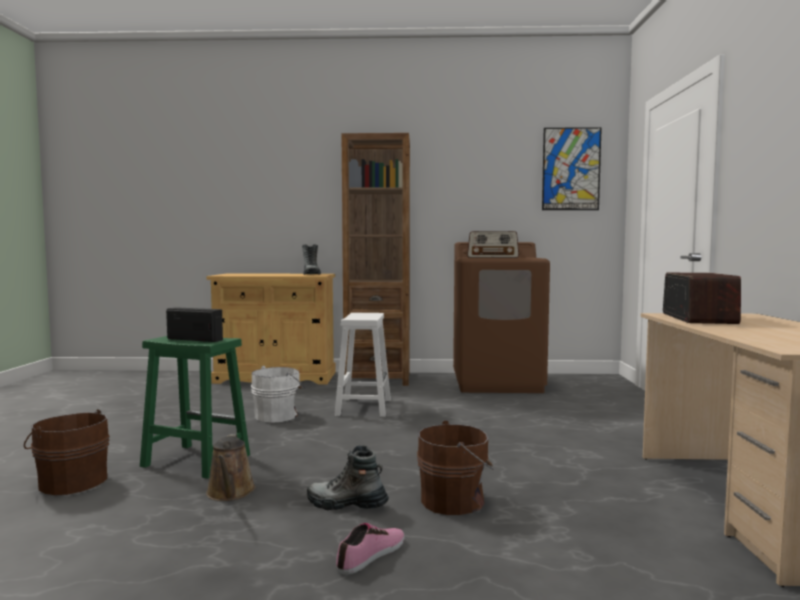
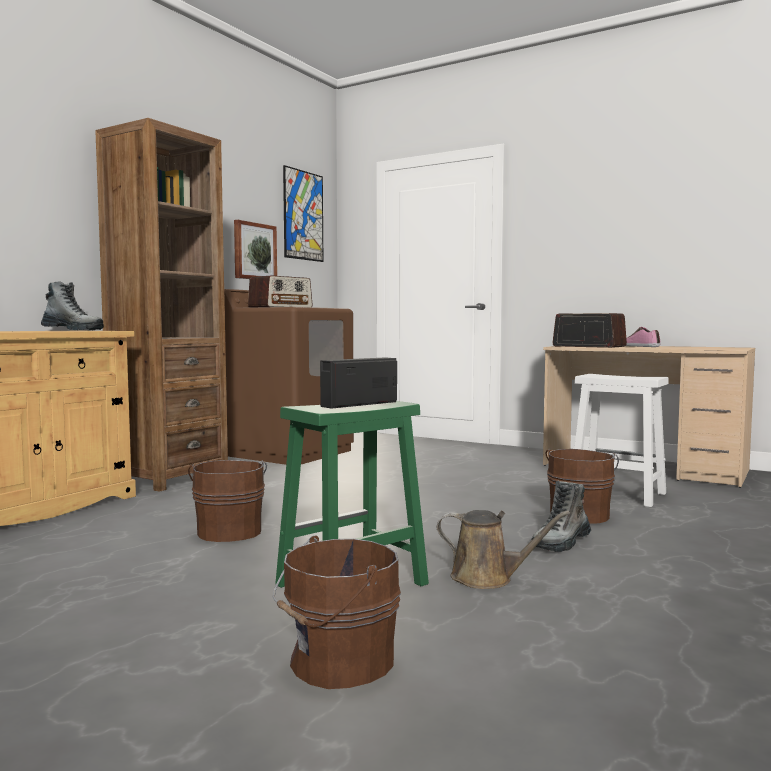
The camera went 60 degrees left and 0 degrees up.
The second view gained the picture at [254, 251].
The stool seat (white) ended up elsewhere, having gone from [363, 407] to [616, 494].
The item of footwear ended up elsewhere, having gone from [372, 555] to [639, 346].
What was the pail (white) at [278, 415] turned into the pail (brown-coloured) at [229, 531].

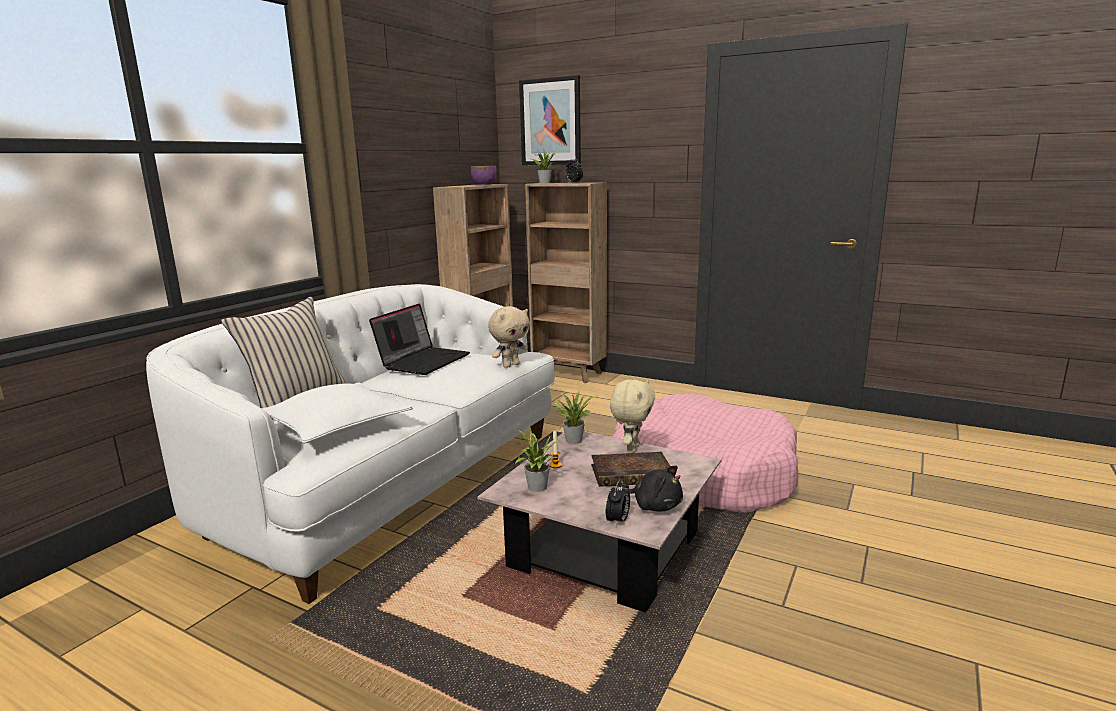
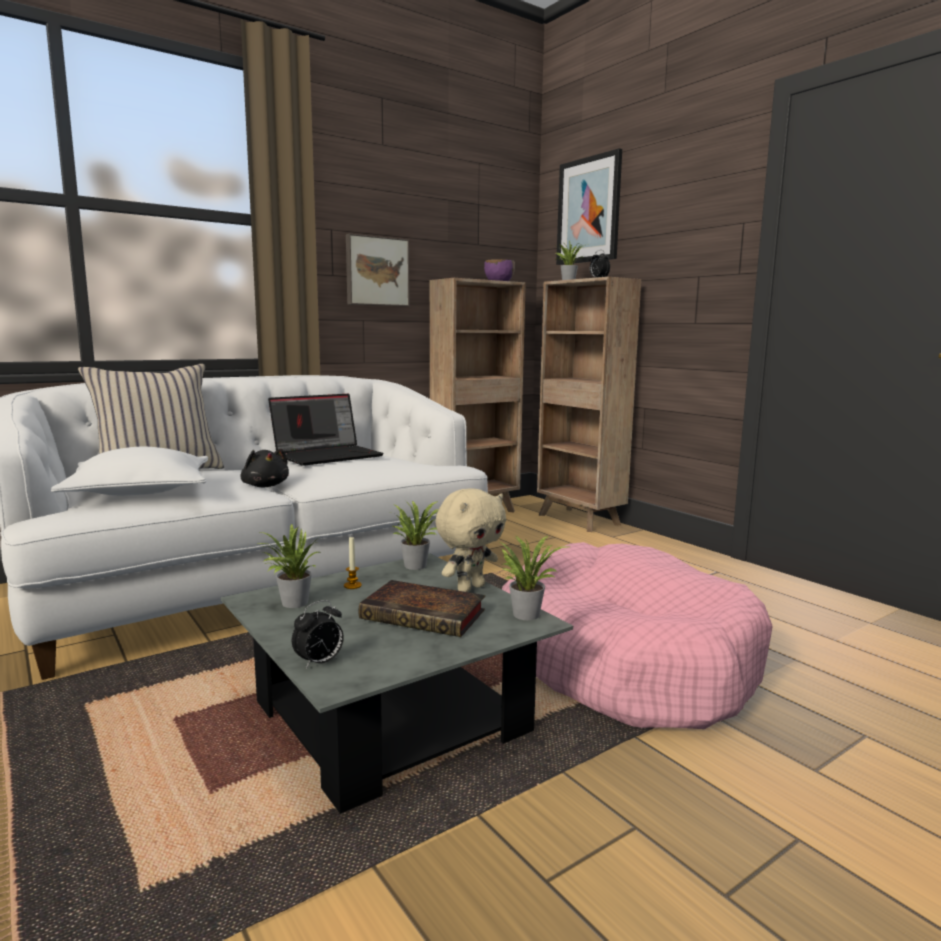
The camera went 25 degrees right and 5 degrees down.
The second view lost the plush toy (sand-coloured) at [510, 365].
The second view gained the picture at [376, 271].
The second view gained the houseplant at [526, 613].
The plush toy (blackish) ended up elsewhere, having gone from [655, 506] to [265, 486].
What was the coffee table (pinkish) at [605, 549] turned into the coffee table (gray) at [390, 717].

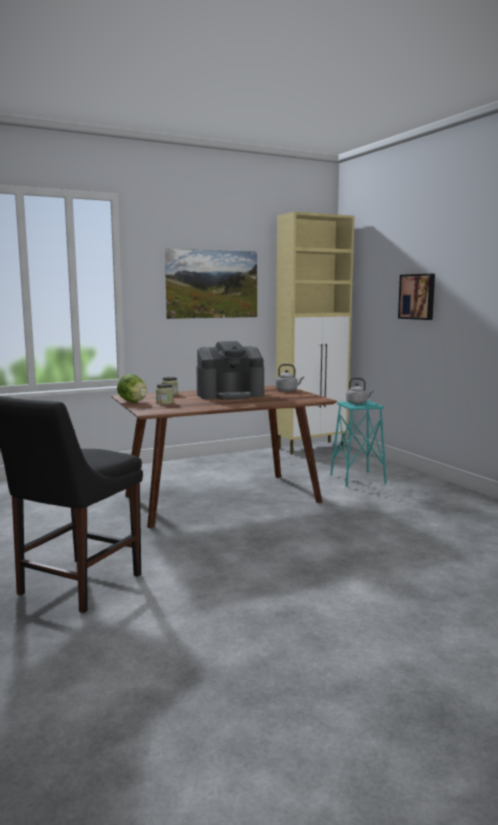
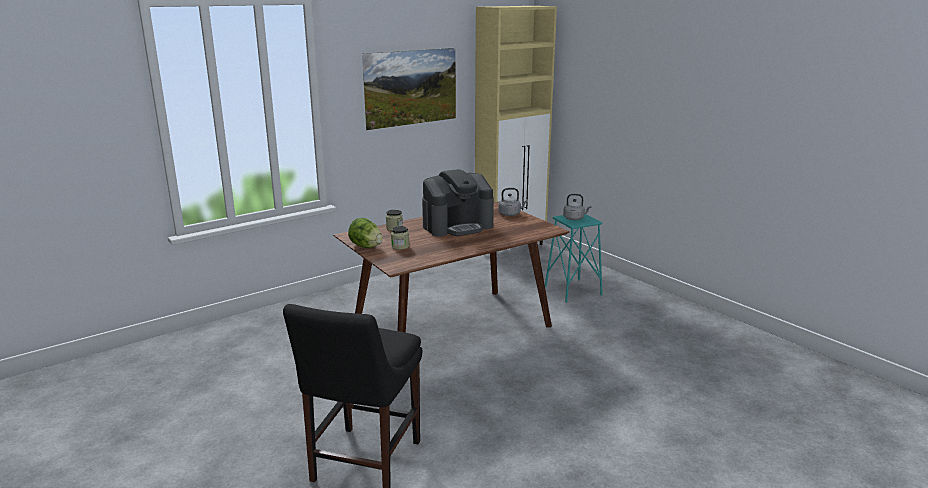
The camera went 10 degrees left and 10 degrees up.
The second view lost the picture at [417, 296].

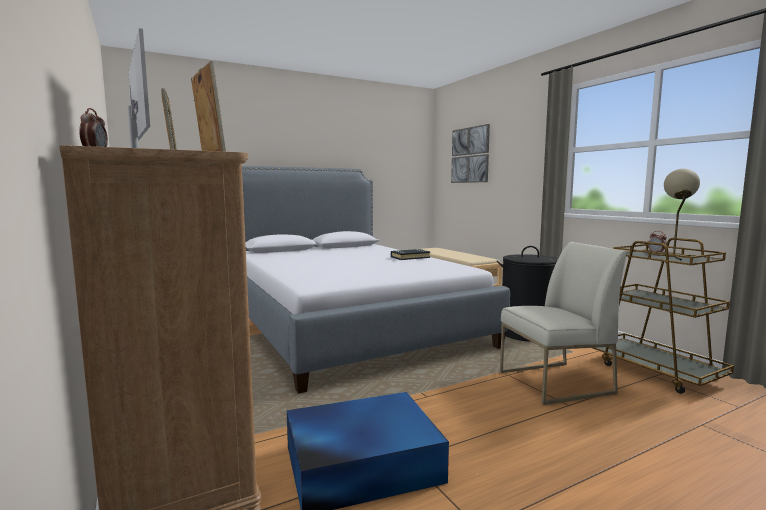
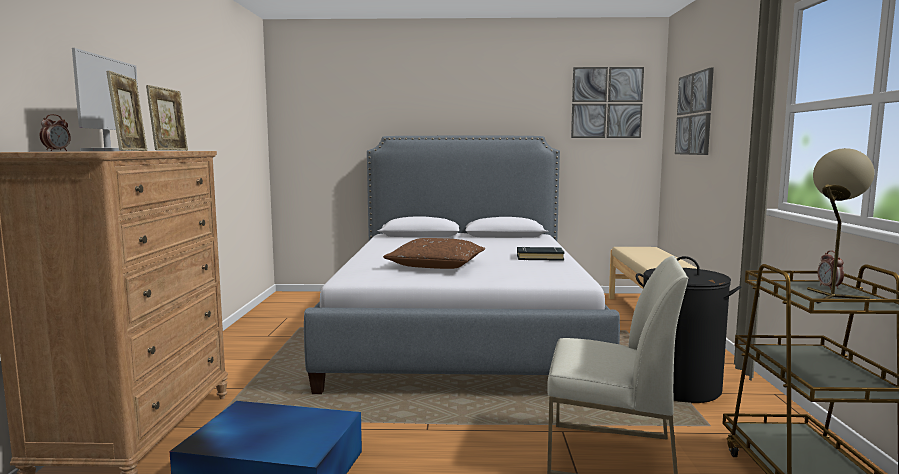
The camera went 30 degrees right and 0 degrees up.
The second view gained the throw pillow (brown-coloured) at [436, 265].
The second view gained the picture at [606, 103].

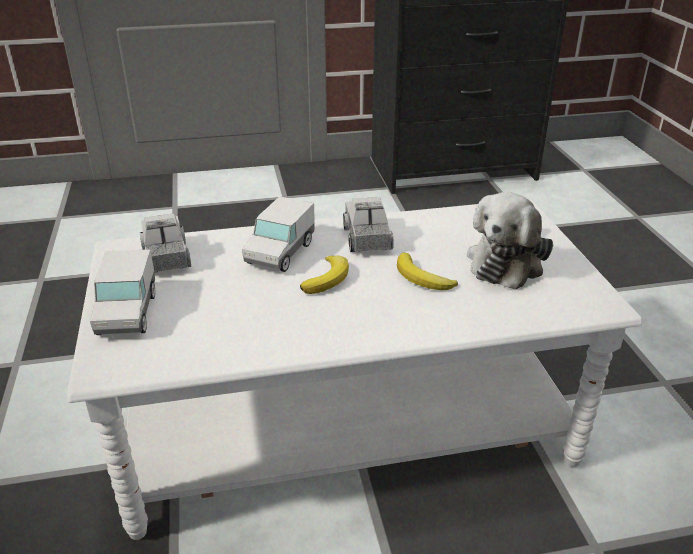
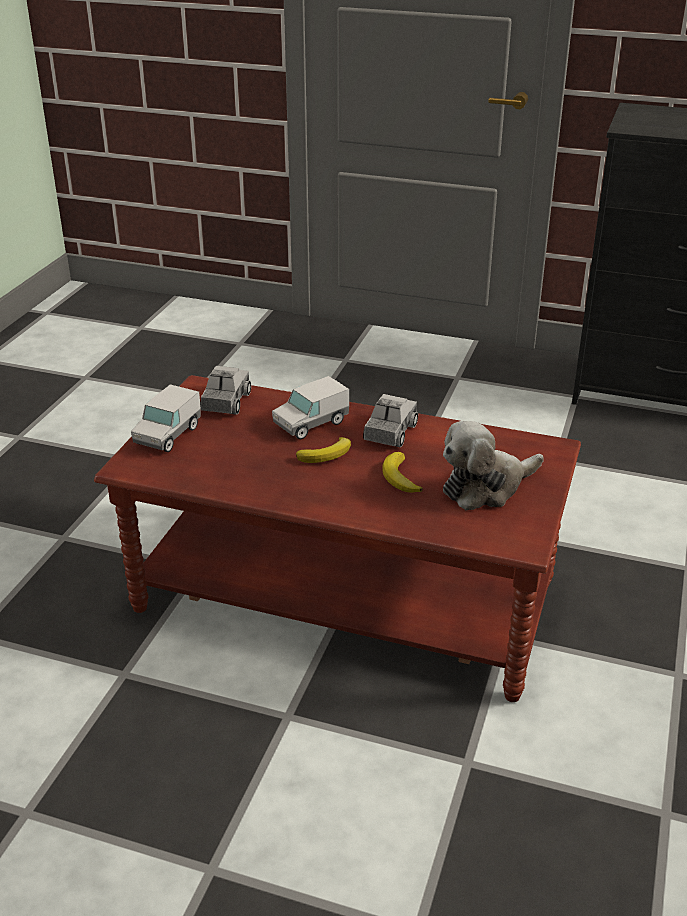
The camera went 30 degrees right and 0 degrees up.
What was the coffee table (white) at [348, 426] turned into the coffee table (brown-coloured) at [344, 597].

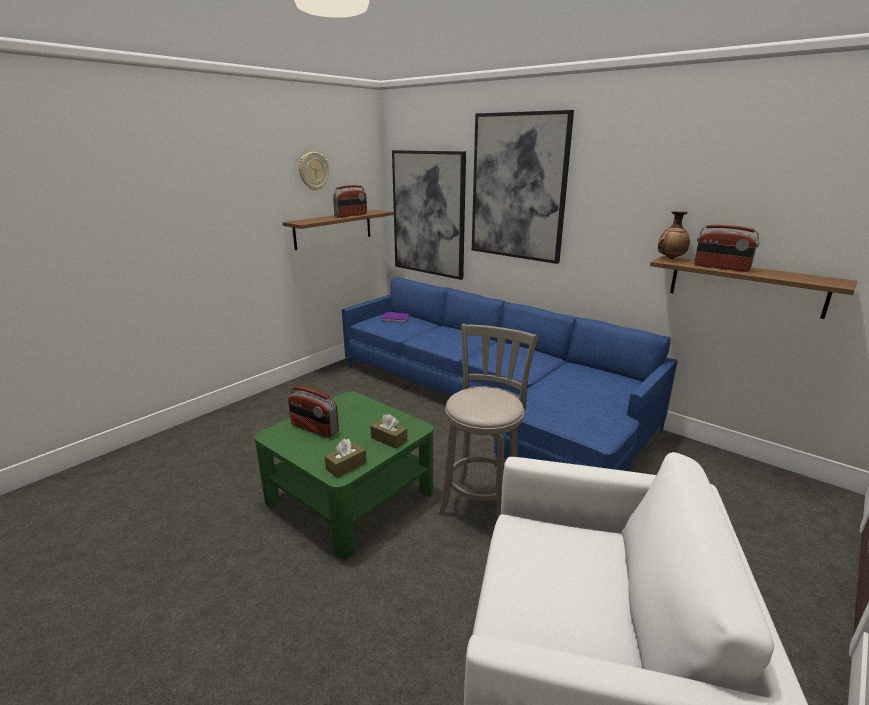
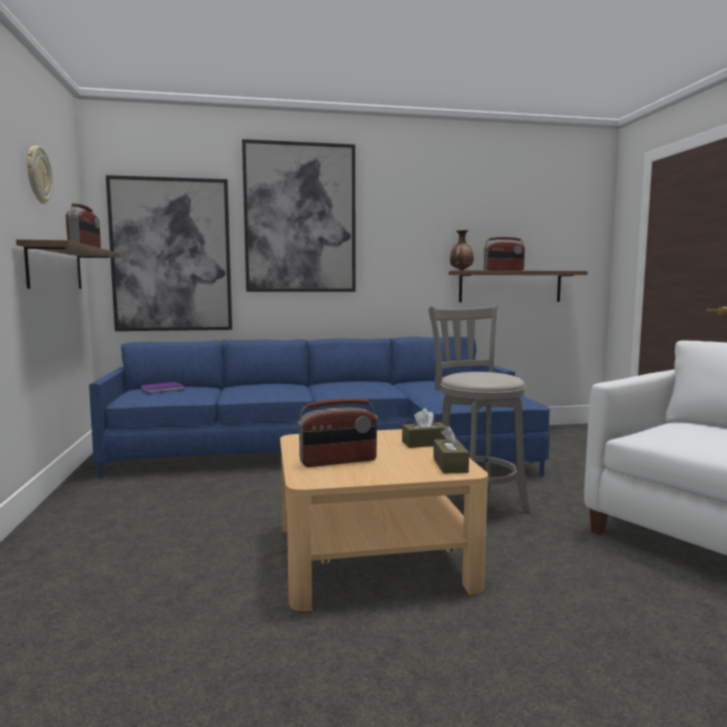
The camera went 50 degrees left and 15 degrees down.
What was the coffee table (greenish) at [351, 495] turned into the coffee table (sand-coloured) at [373, 554].

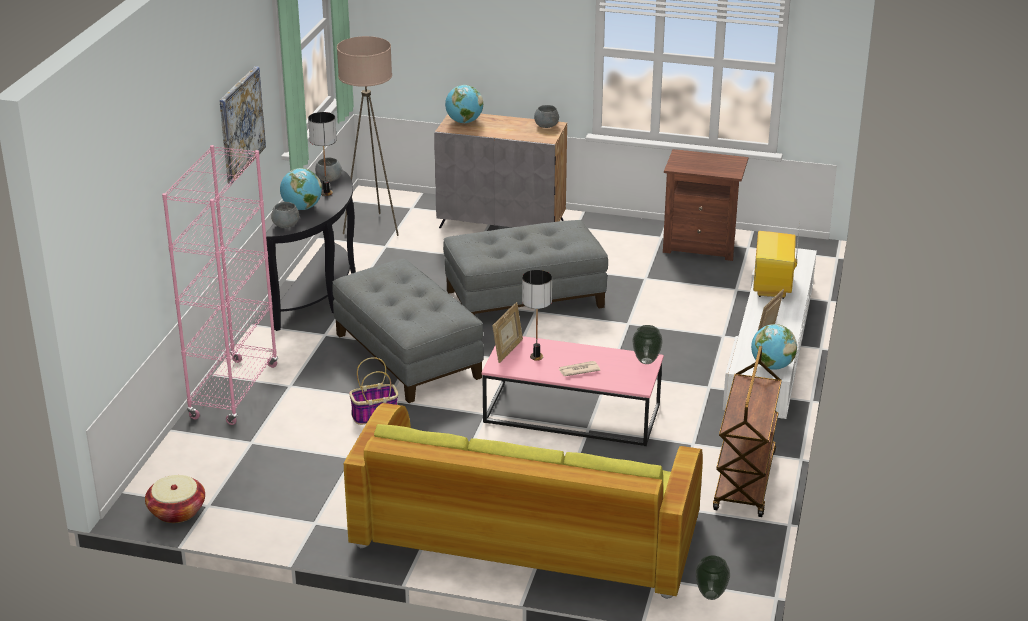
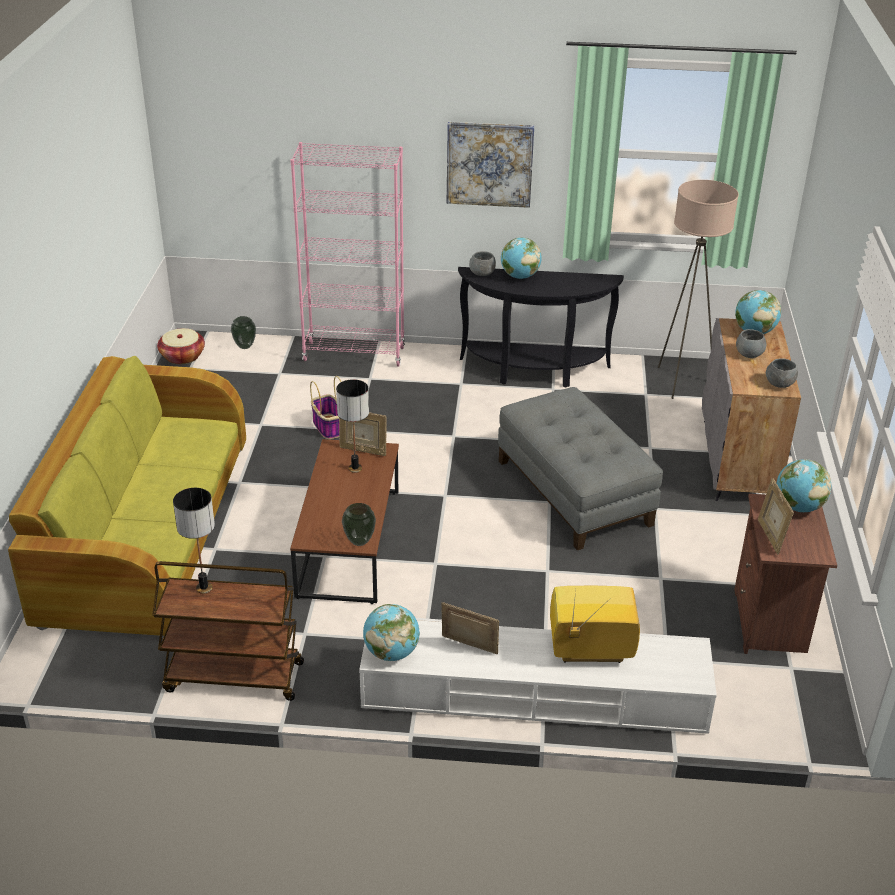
The camera went 80 degrees right and 5 degrees up.
The second view lost the ottoman (gray) at [406, 356].
The second view lost the daily paper at [578, 370].
The second view gained the picture frame at [770, 537].
The second view gained the desk globe at [798, 507].
The table lamp ended up elsewhere, having gone from [326, 193] to [204, 588].
The serving bowl (gray) ended up elsewhere, having gone from [329, 179] to [749, 354].
The decorative vase ended up elsewhere, having gone from [711, 595] to [245, 346].
What was the coffee table (pinkish) at [572, 414] turned into the coffee table (brown-coloured) at [349, 543].

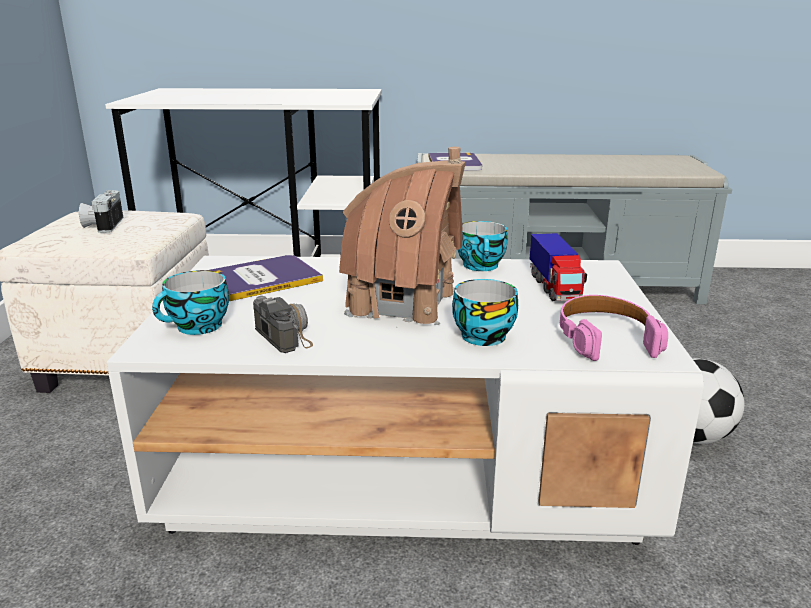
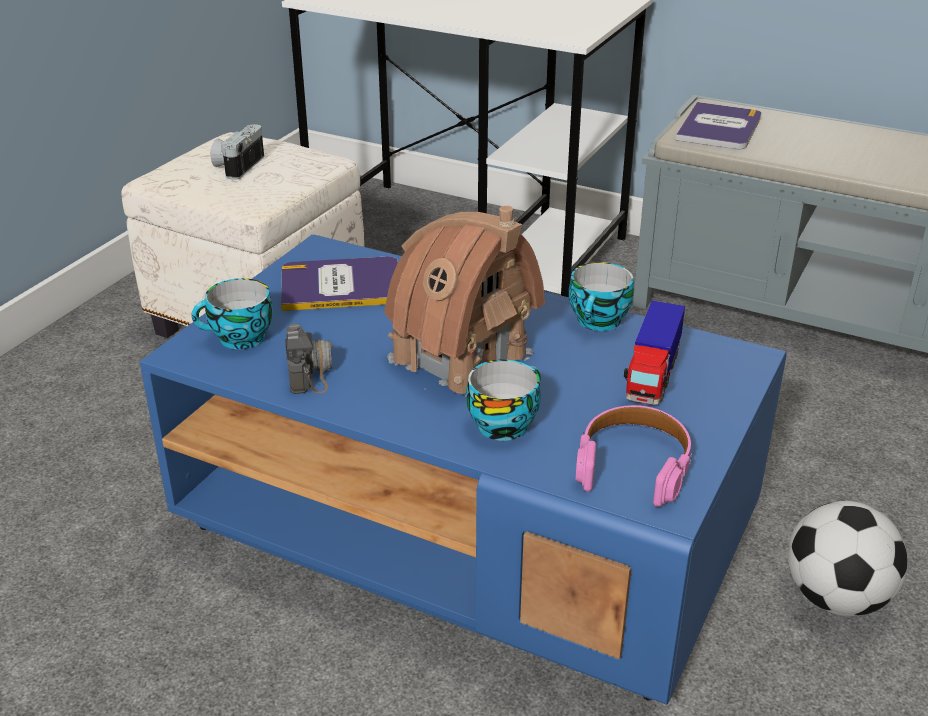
The camera went 25 degrees right and 10 degrees up.
What was the coffee table (white) at [407, 464] turned into the coffee table (blue) at [467, 528].

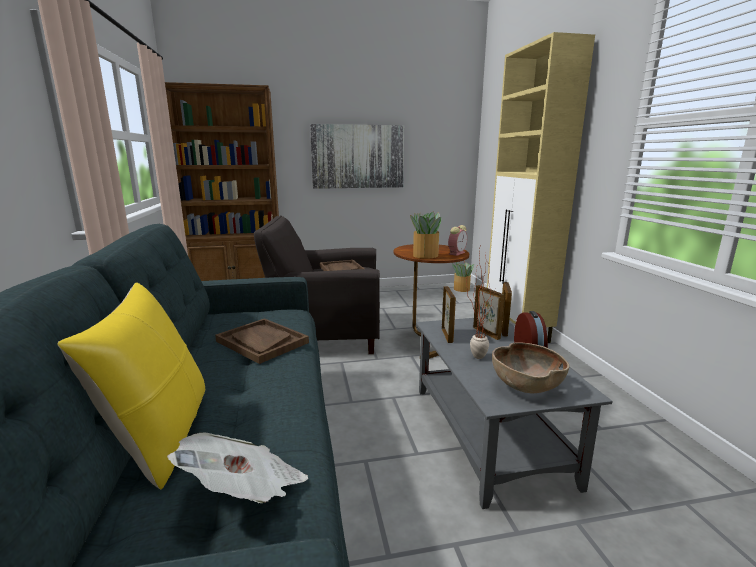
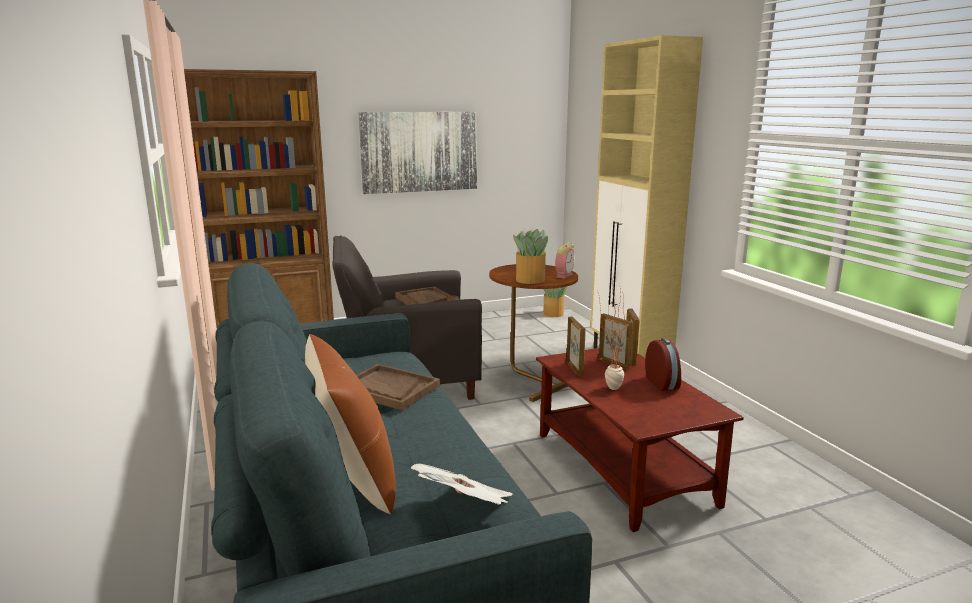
The camera went 10 degrees left and 0 degrees up.
The second view lost the serving bowl (brown-coloured) at [526, 386].
What was the throw pillow (yellowish) at [160, 436] turned into the throw pillow (brown-coloured) at [354, 478].
What was the coffee table (gray) at [487, 432] turned into the coffee table (brown-coloured) at [621, 467].

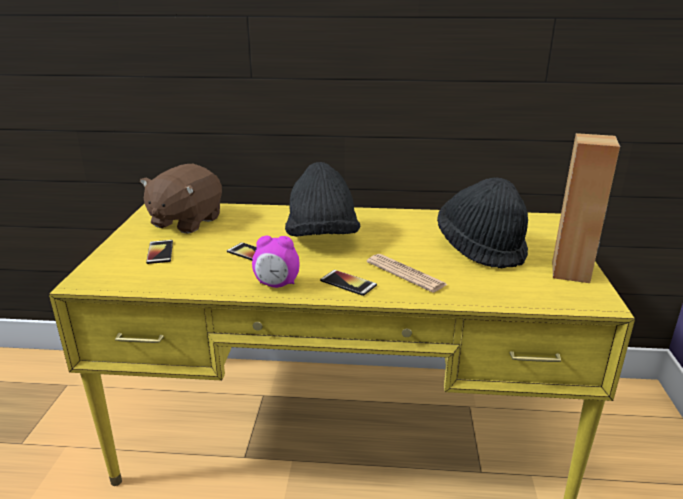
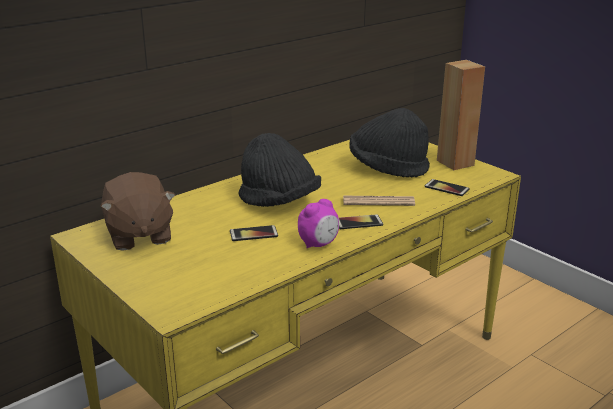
The camera went 45 degrees left and 0 degrees up.
The phone ended up elsewhere, having gone from [160, 252] to [446, 188].

